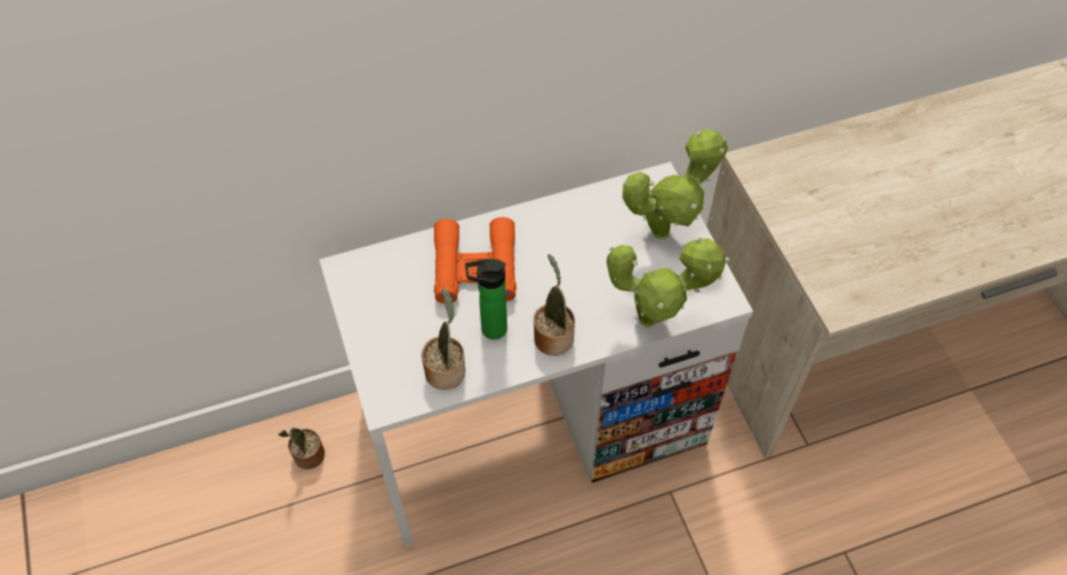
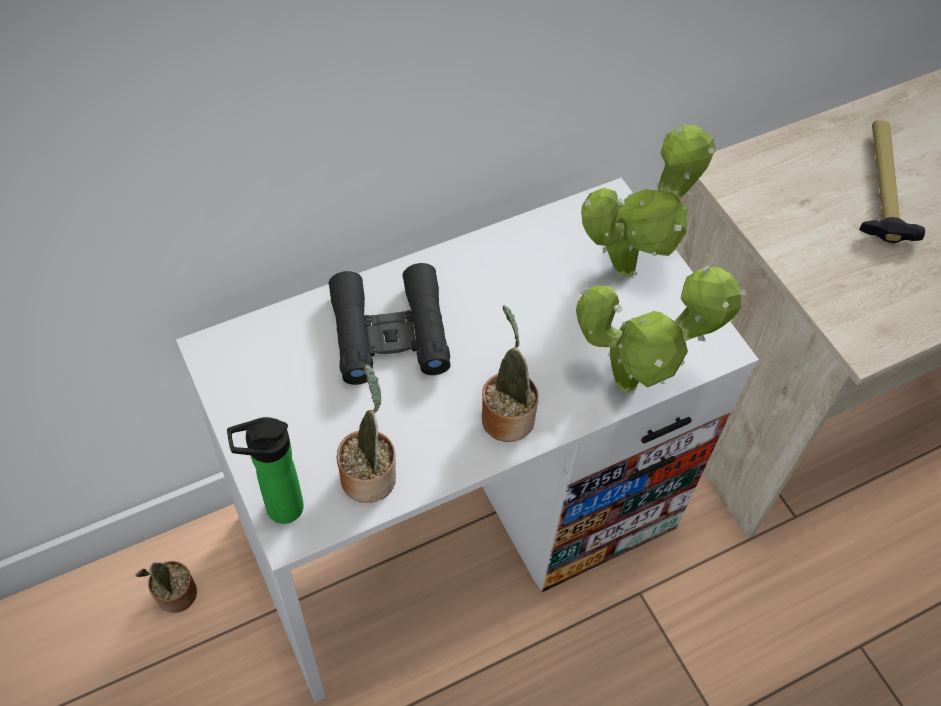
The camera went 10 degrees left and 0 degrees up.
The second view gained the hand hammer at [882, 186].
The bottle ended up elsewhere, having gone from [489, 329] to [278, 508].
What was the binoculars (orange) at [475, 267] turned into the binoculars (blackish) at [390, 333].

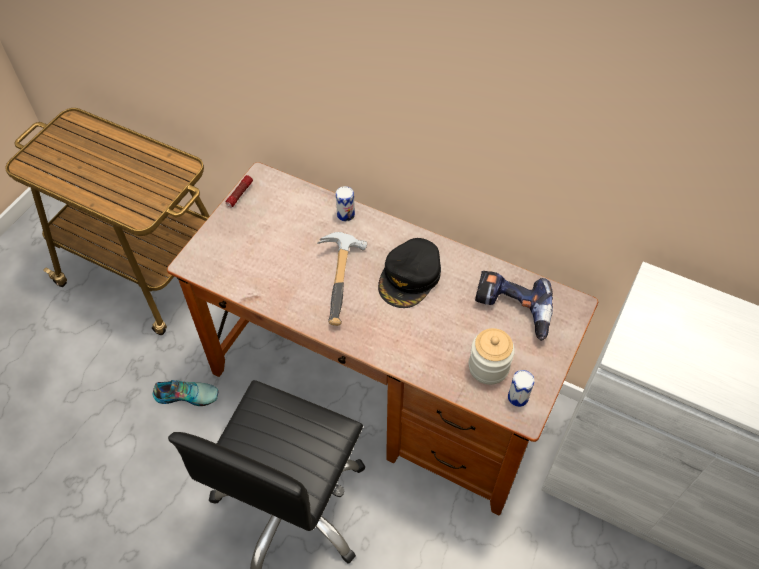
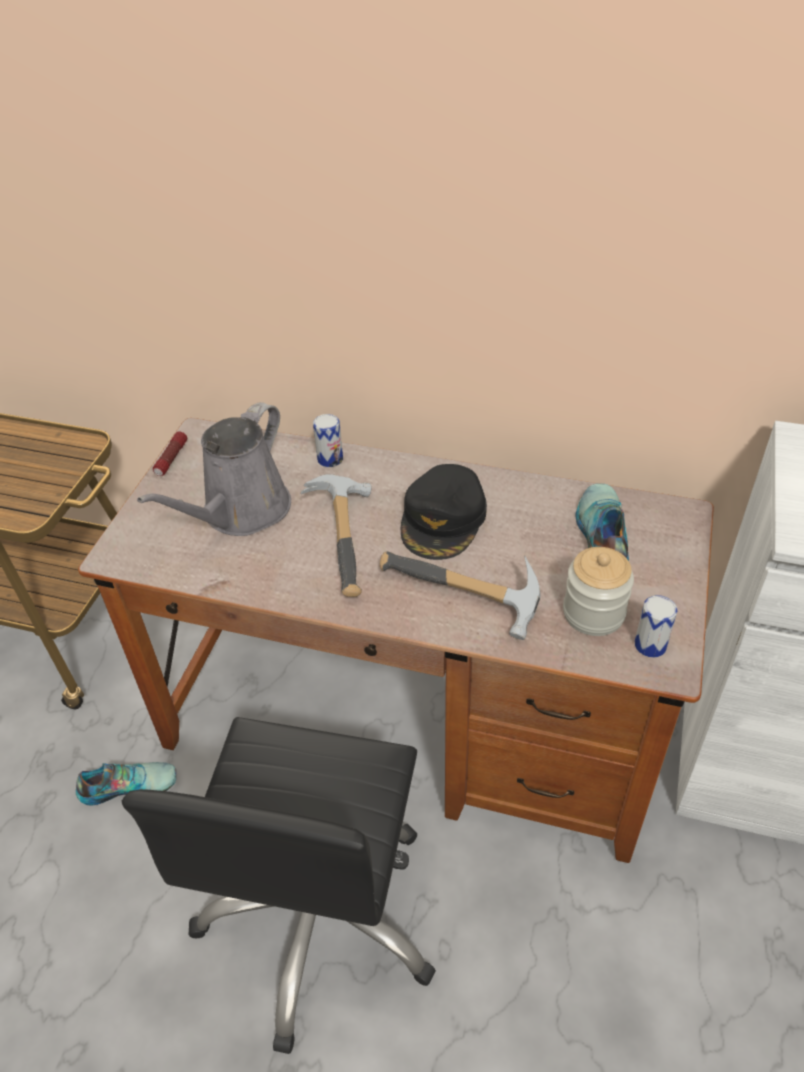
The camera went 10 degrees left and 10 degrees down.
The second view gained the watering can (gray) at [241, 512].
The second view gained the hand hammer at [462, 600].
Where the drill stood at [512, 310], the item of footwear came to stand at [600, 536].

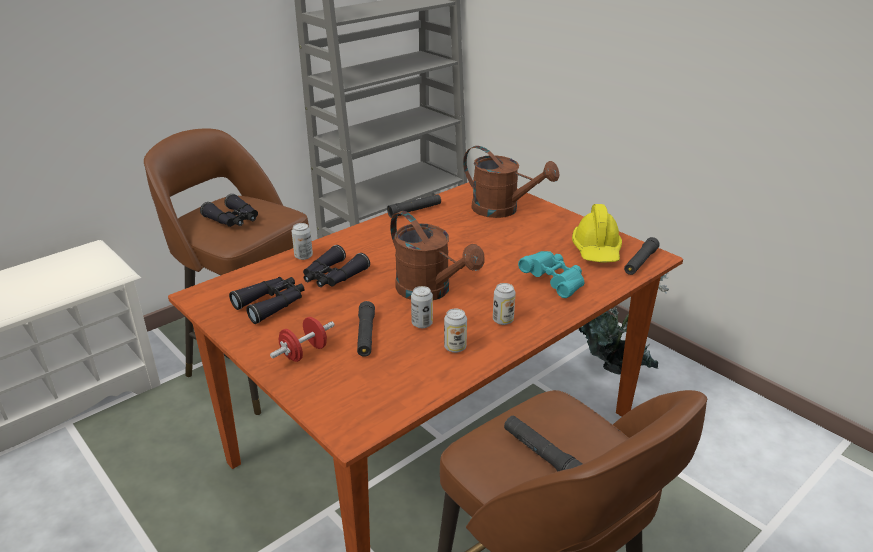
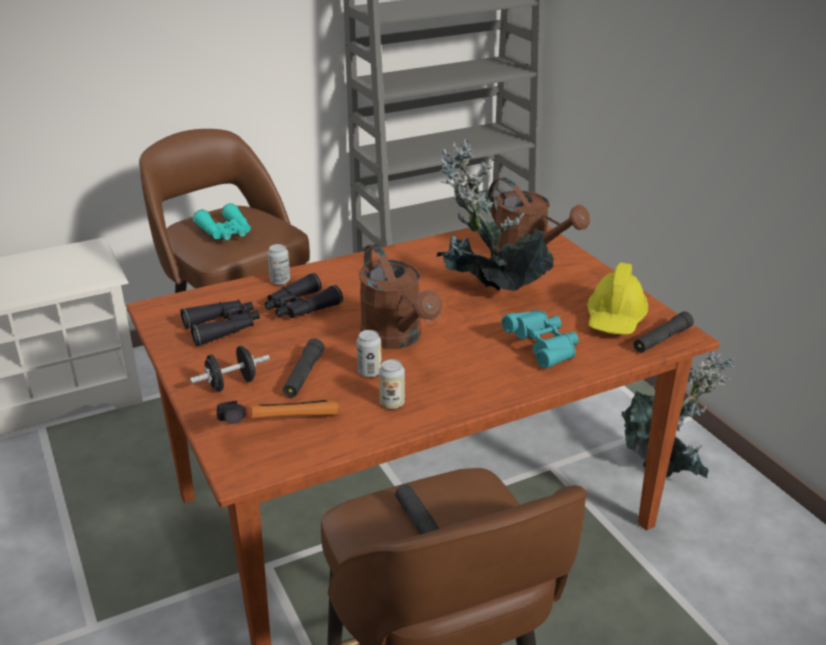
The camera went 15 degrees right and 0 degrees up.
The second view lost the flashlight (blackish) at [415, 210].
The second view lost the can at [503, 320].
The second view gained the hand hammer at [278, 424].
The second view gained the houseplant at [486, 293].
What was the binoculars (blackish) at [234, 220] turned into the binoculars (turquoise-coloured) at [226, 232].
What was the dumbbell (reddish) at [304, 353] turned into the dumbbell (blackish) at [232, 384].

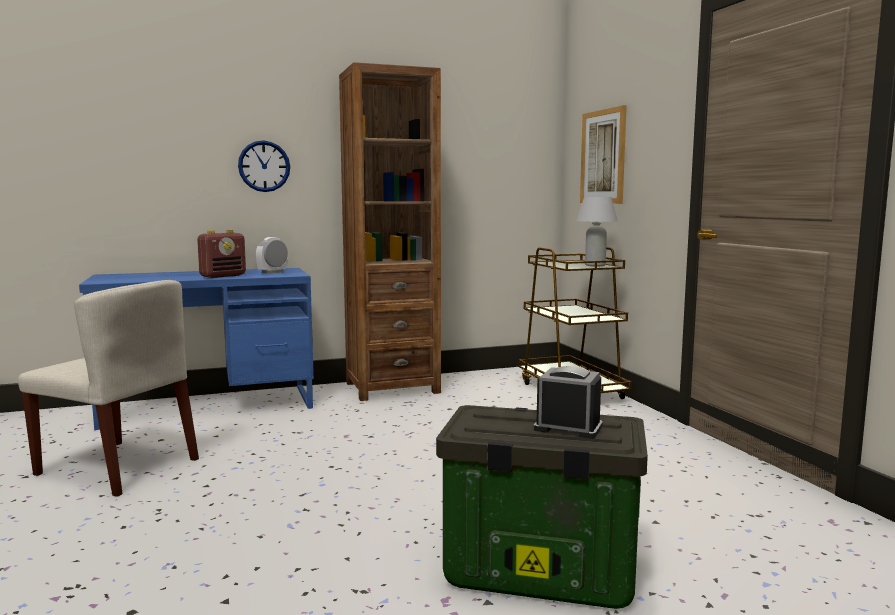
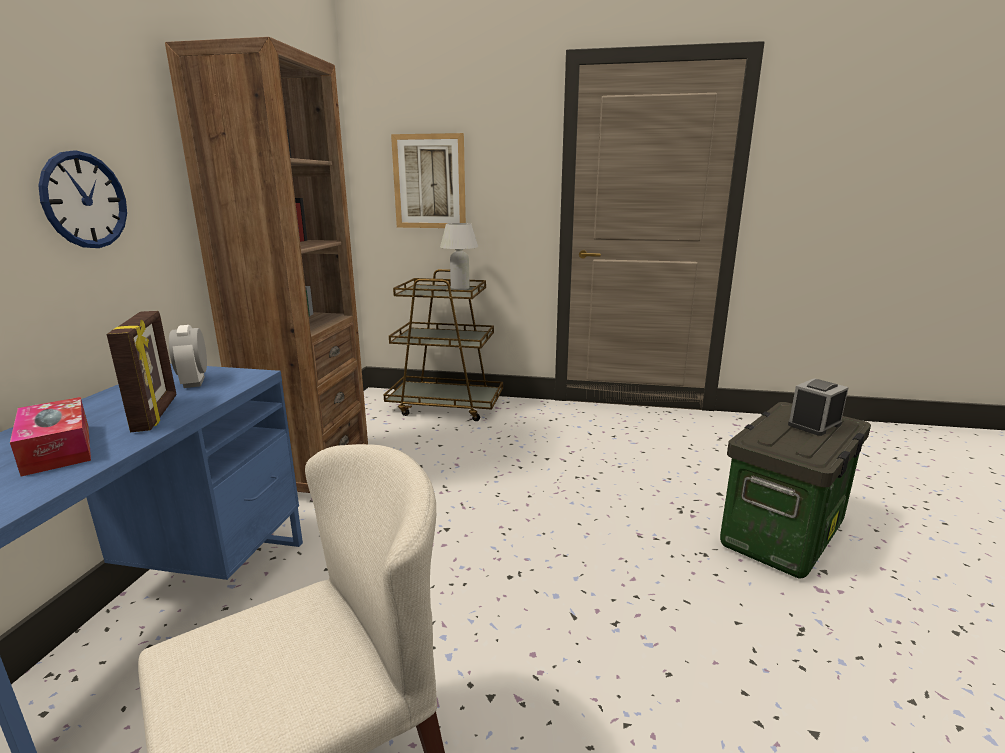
The camera went 60 degrees left and 10 degrees up.
The second view gained the tissue box at [57, 449].
Where the radio stood at [223, 276], the picture frame came to stand at [157, 414].

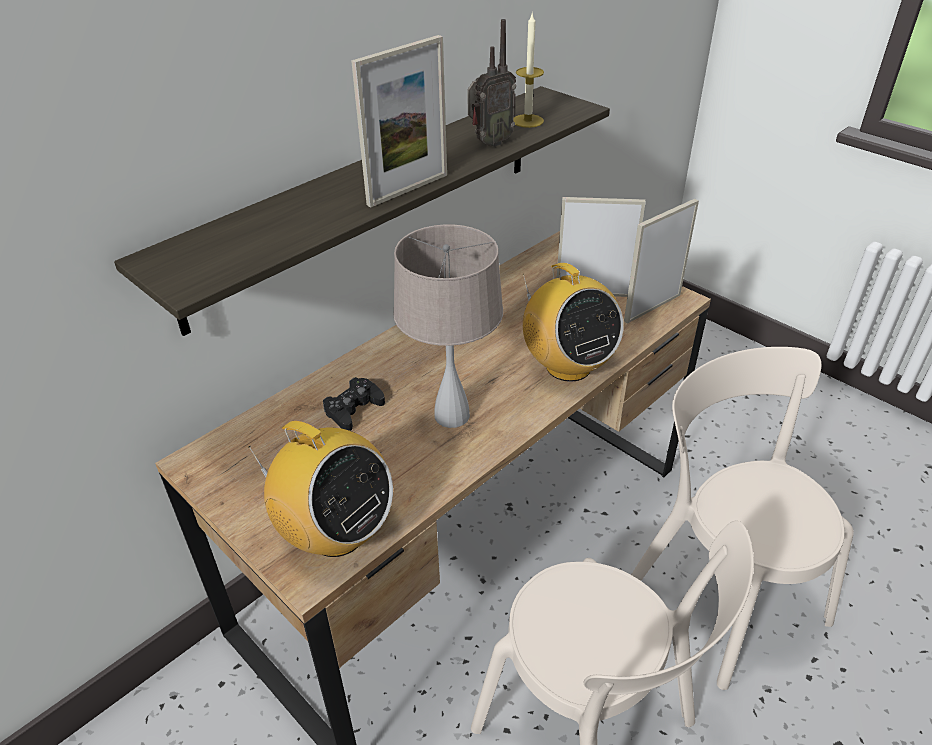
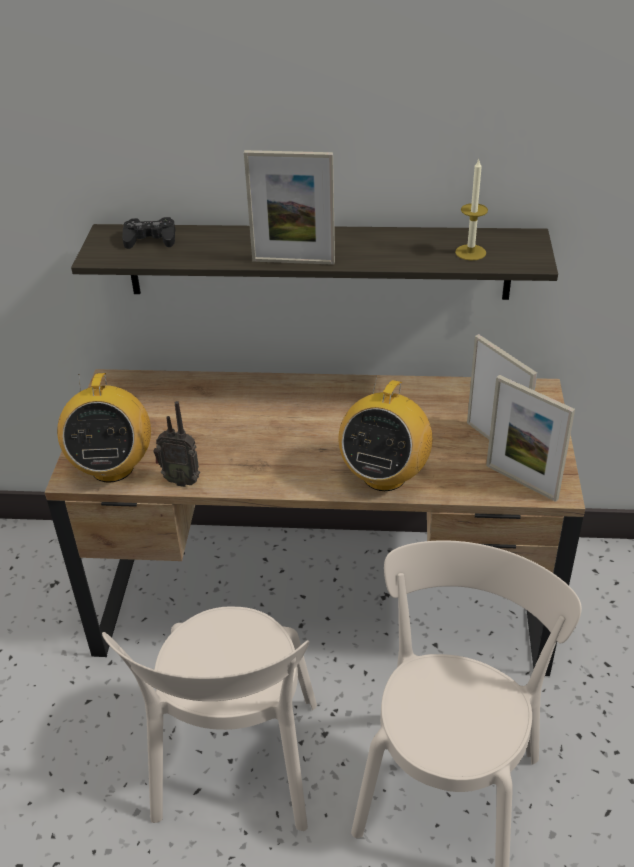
The camera went 50 degrees right and 0 degrees up.
The second view lost the table lamp (sand-coloured) at [451, 416].
The game controller (blackish) ended up elsewhere, having gone from [353, 409] to [150, 239].
The radio ended up elsewhere, having gone from [489, 143] to [181, 480].
The picture frame at [652, 308] ended up facing another way, 150 degrees counterclockwise from before.

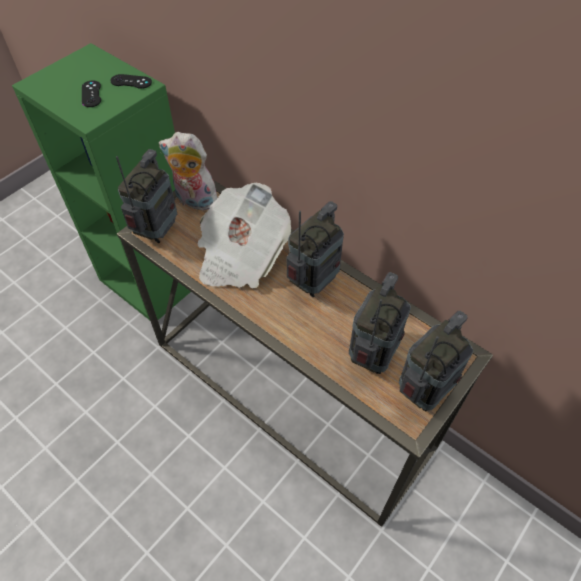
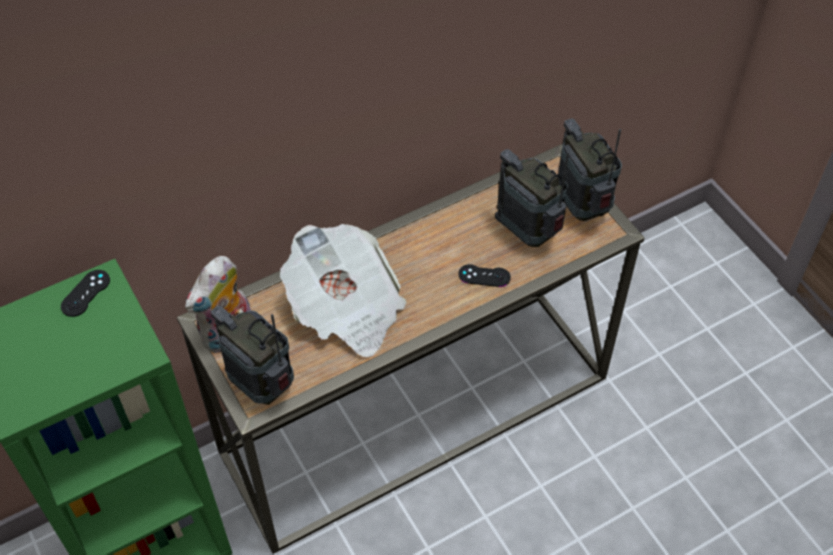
The camera went 70 degrees left and 0 degrees up.
The second view lost the radio at [313, 282].
The game controller (blackish) ended up elsewhere, having gone from [91, 94] to [484, 276].

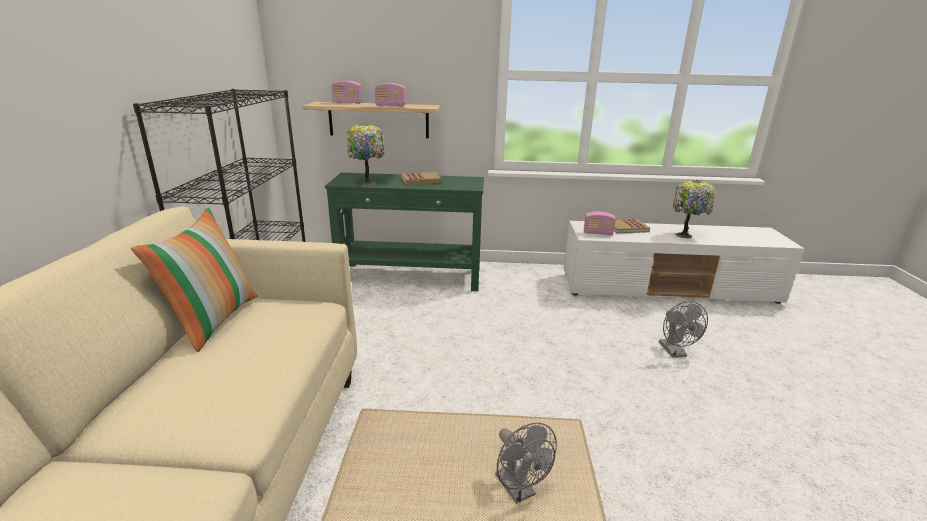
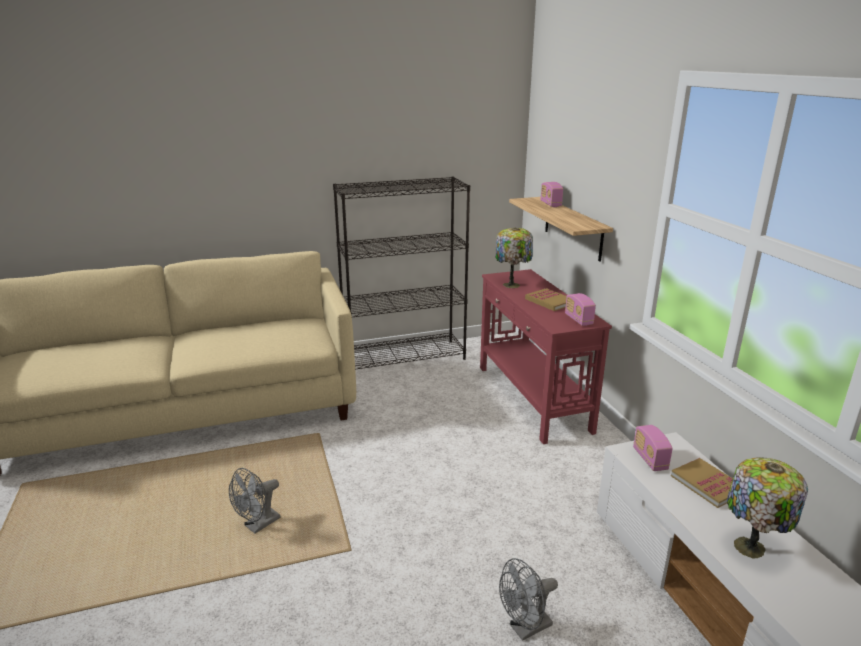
The camera went 70 degrees right and 0 degrees up.
The second view lost the throw pillow at [213, 320].
The radio ended up elsewhere, having gone from [390, 106] to [578, 320].
What was the narrow table (greenish) at [411, 277] turned into the narrow table (reddish) at [532, 398].

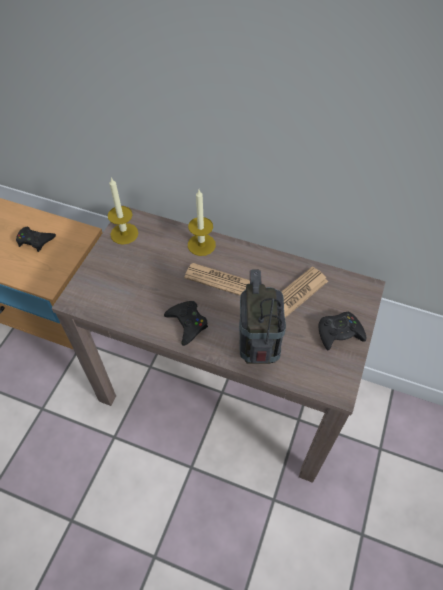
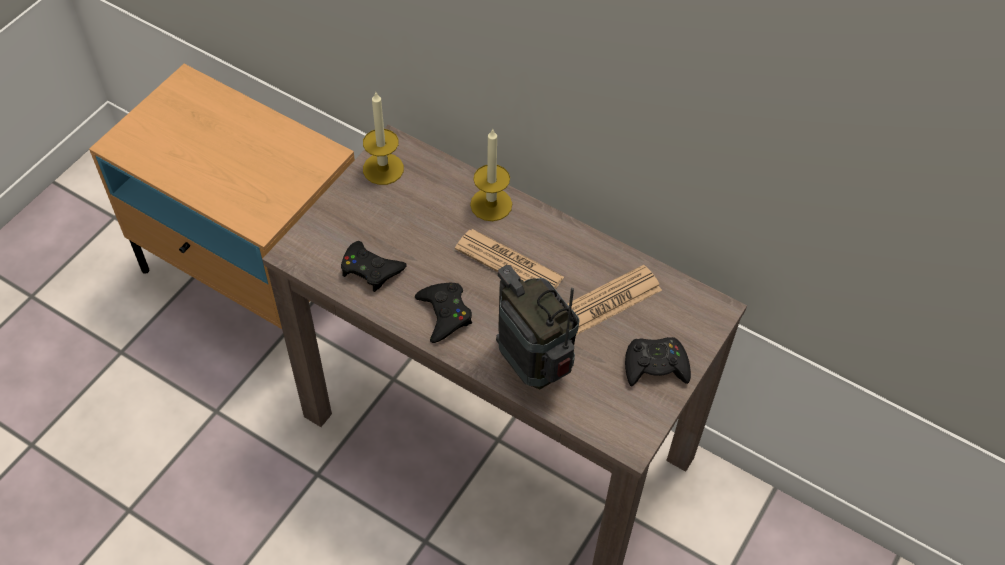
The camera went 10 degrees right and 0 degrees up.
The game controller (blackish) ended up elsewhere, having gone from [35, 240] to [370, 269].
The radio at [258, 349] ended up facing another way, 45 degrees counterclockwise from before.

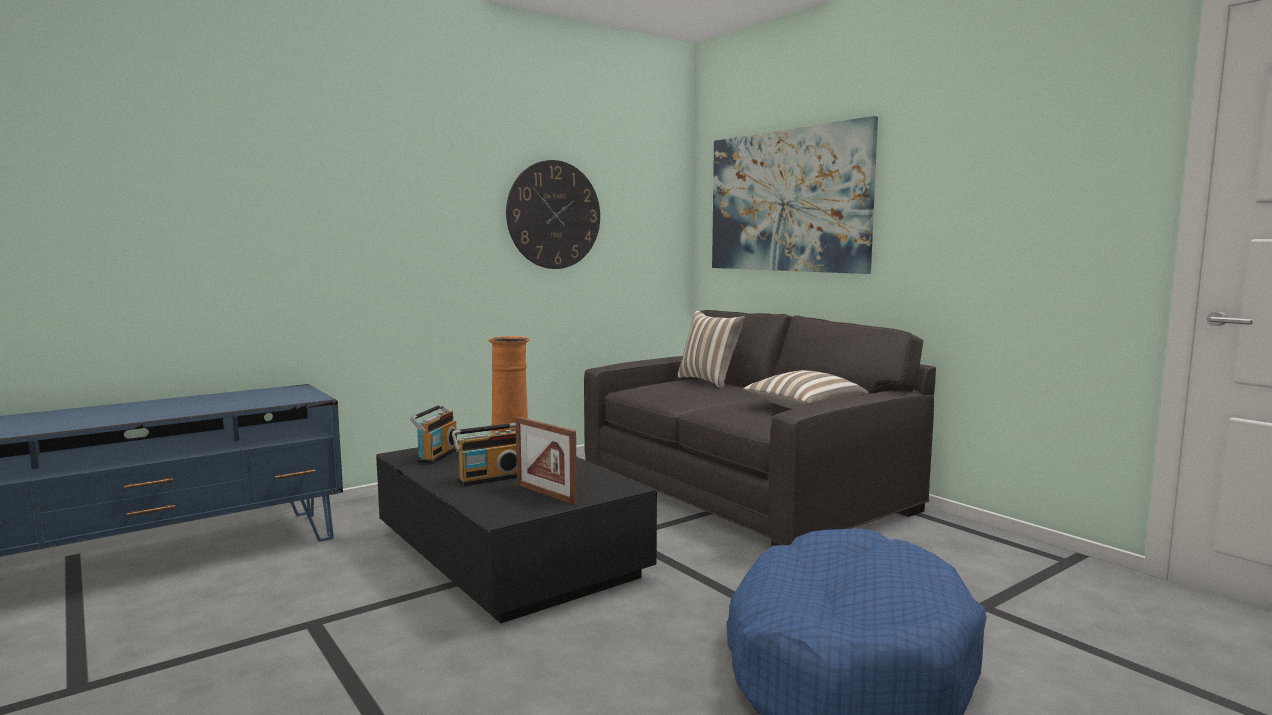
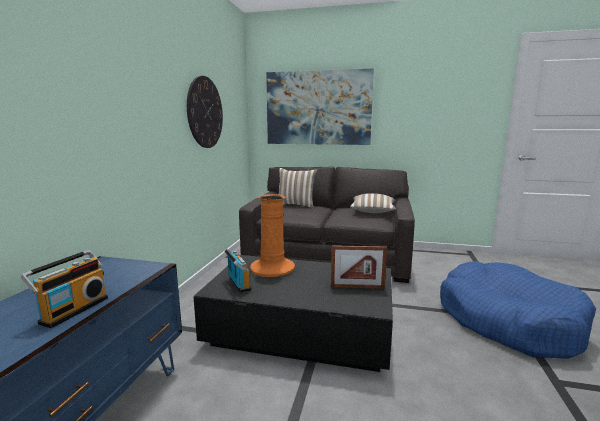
The camera went 40 degrees left and 5 degrees up.
The radio ended up elsewhere, having gone from [489, 478] to [73, 310].

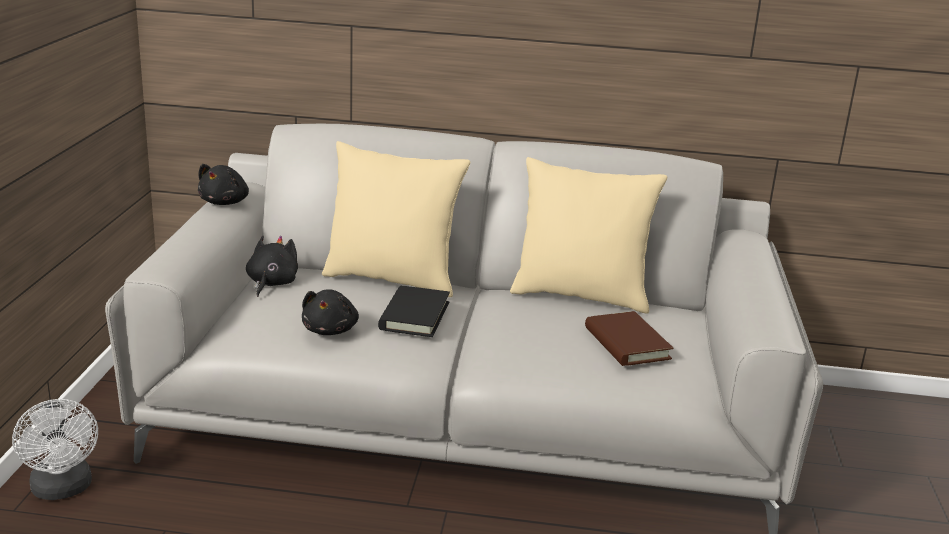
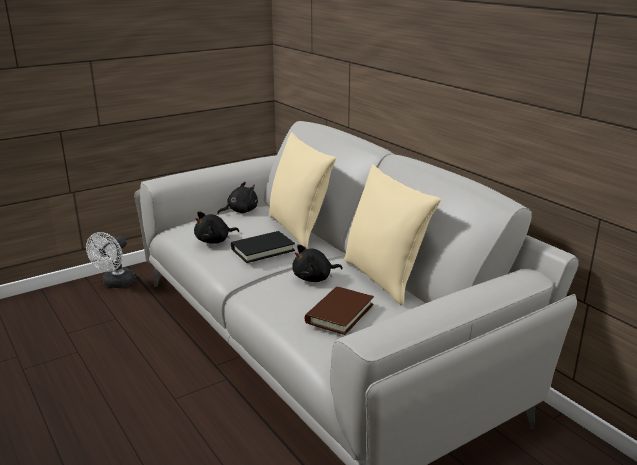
The camera went 50 degrees right and 0 degrees up.
The plush toy (blackish) ended up elsewhere, having gone from [225, 202] to [314, 278].

